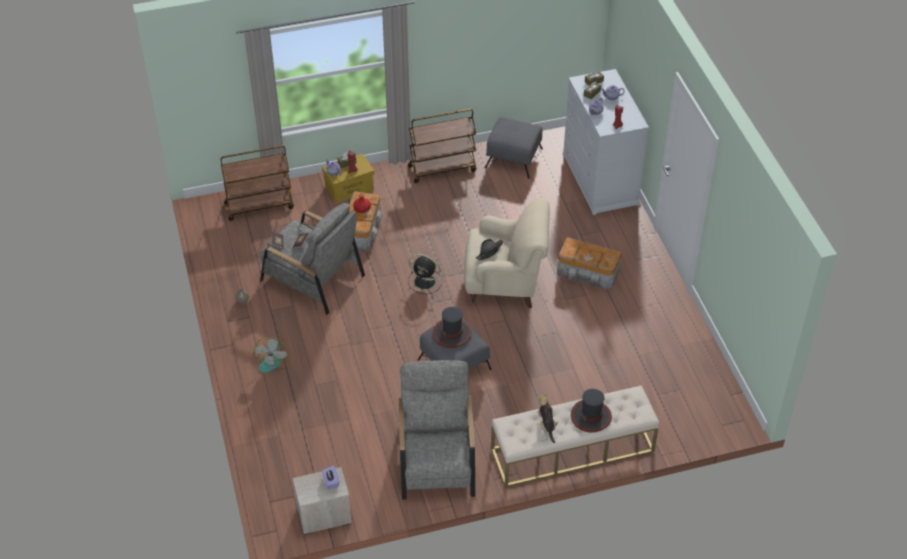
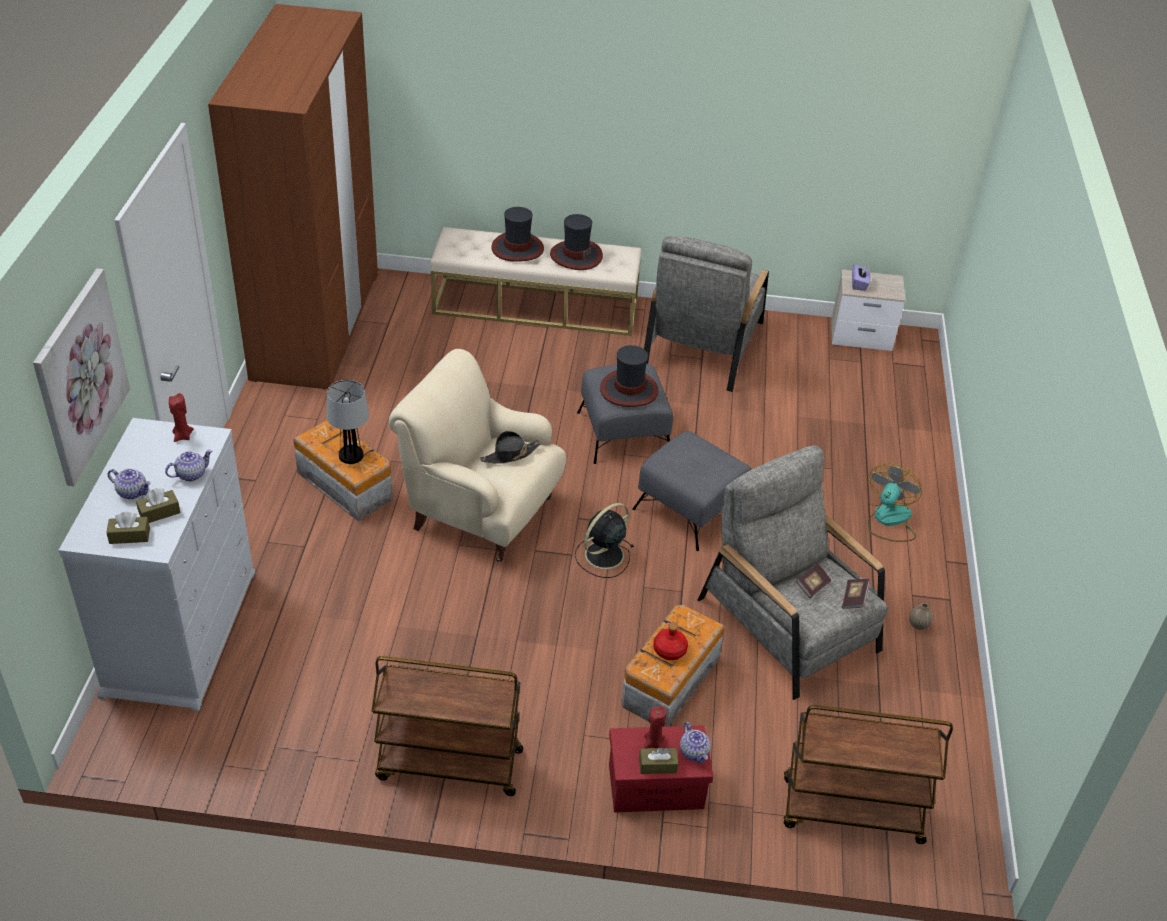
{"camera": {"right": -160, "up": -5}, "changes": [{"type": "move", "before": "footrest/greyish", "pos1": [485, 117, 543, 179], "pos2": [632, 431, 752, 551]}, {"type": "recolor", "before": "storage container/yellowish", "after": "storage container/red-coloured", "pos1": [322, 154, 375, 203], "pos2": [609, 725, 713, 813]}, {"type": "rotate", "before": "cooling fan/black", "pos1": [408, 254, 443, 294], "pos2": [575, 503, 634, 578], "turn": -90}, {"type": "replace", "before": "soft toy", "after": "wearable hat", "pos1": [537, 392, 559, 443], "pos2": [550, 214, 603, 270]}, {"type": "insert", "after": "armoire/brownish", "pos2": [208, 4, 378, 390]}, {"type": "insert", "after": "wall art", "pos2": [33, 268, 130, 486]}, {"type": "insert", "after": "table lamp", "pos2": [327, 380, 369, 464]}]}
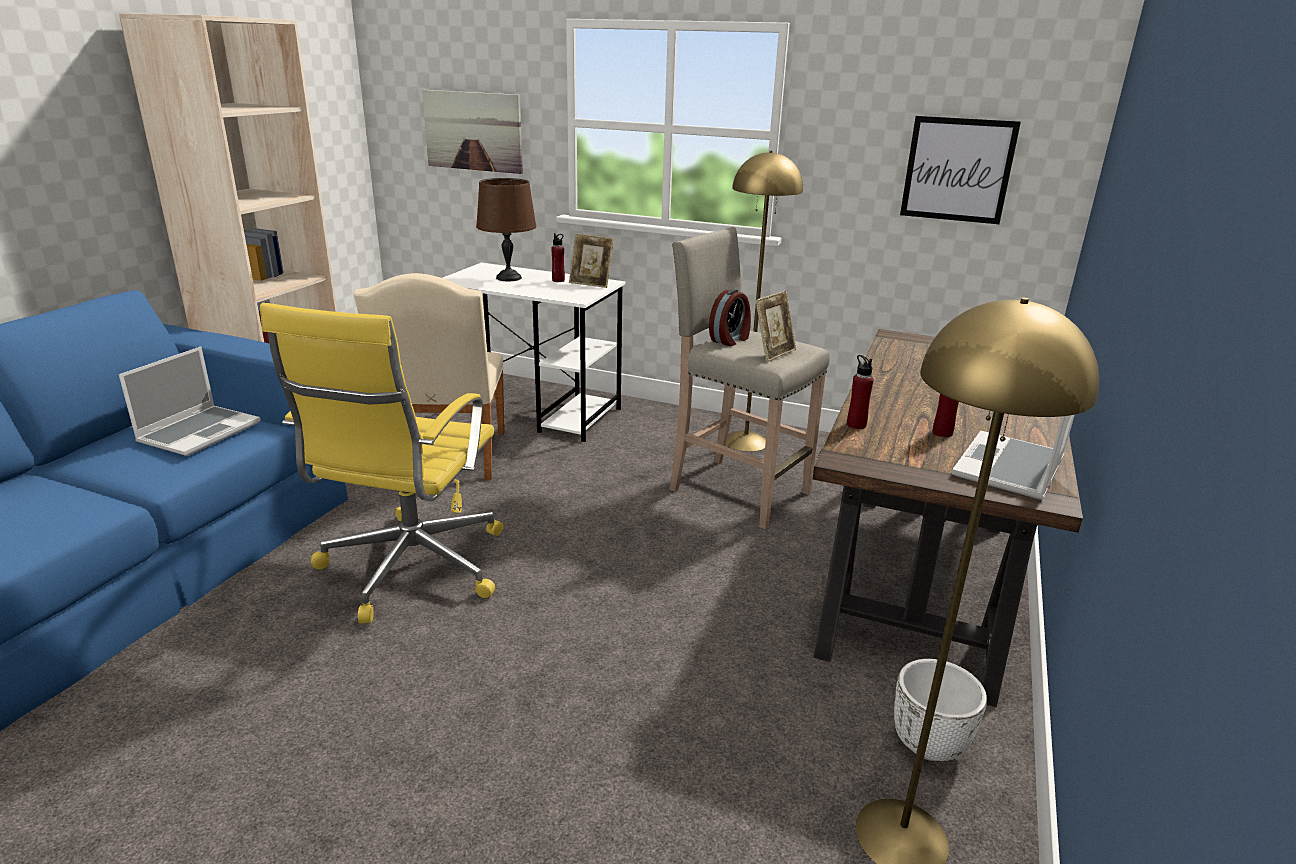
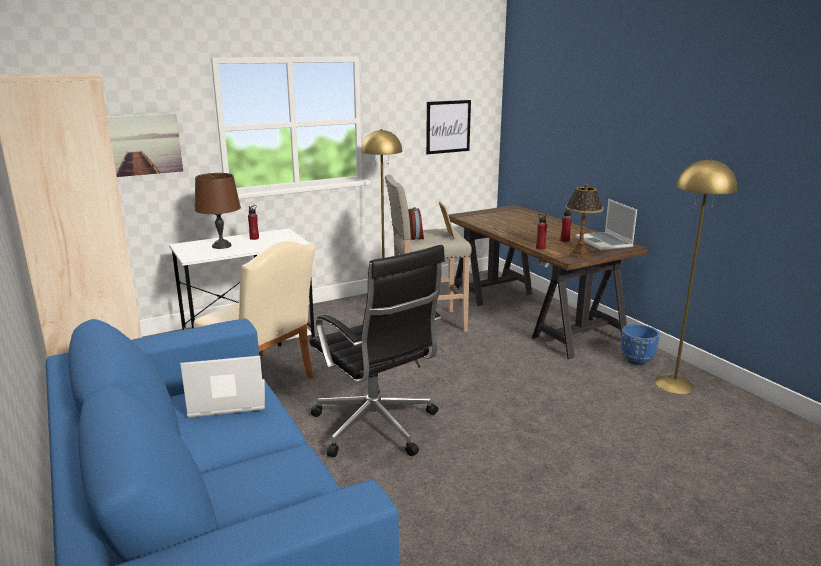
{"camera": {"right": -50, "up": -5}, "changes": [{"type": "delete", "before": "photo frame", "pos1": [569, 233, 614, 288]}, {"type": "recolor", "before": "desk chair/yellowish", "after": "desk chair/black", "pos1": [260, 303, 504, 623], "pos2": [309, 245, 445, 457]}, {"type": "rotate", "before": "notebook computer", "pos1": [119, 346, 260, 456], "pos2": [180, 356, 265, 418], "turn": -75}, {"type": "recolor", "before": "plant pot/white", "after": "plant pot/blue-coloured", "pos1": [894, 659, 987, 761], "pos2": [621, 324, 660, 365]}, {"type": "insert", "after": "table lamp", "pos2": [565, 183, 604, 258]}]}
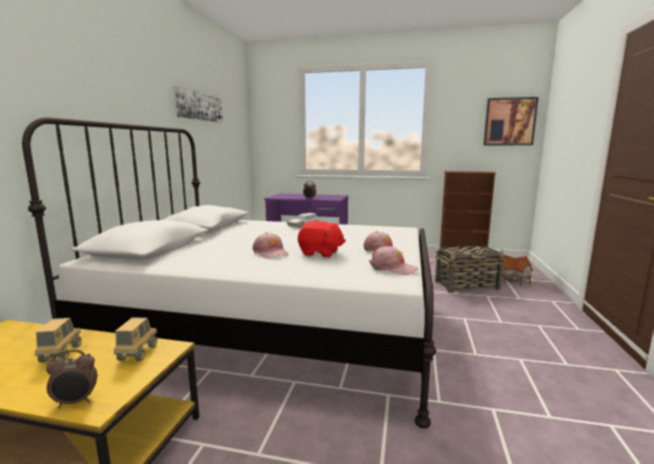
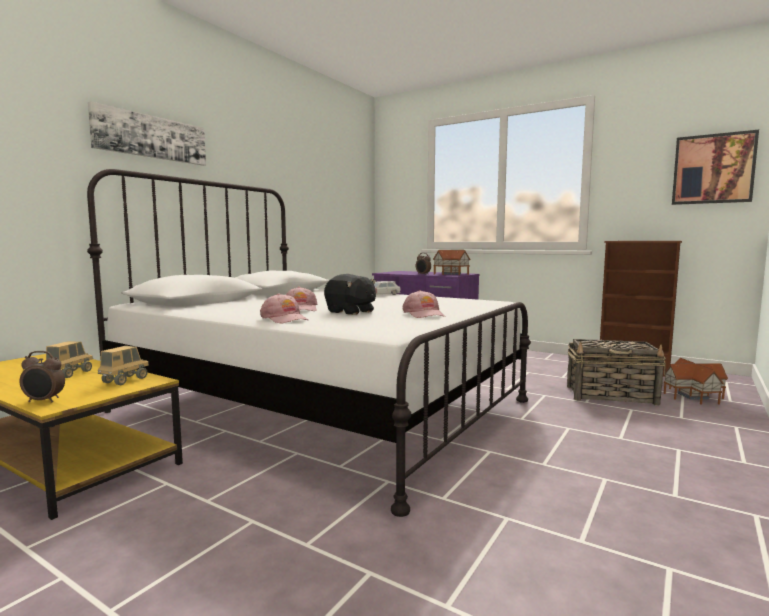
{"camera": {"right": 20, "up": -5}, "changes": [{"type": "move", "before": "wall art", "pos1": [175, 86, 223, 123], "pos2": [88, 101, 206, 165]}, {"type": "recolor", "before": "soft toy/red-coloured", "after": "soft toy/black", "pos1": [298, 221, 346, 257], "pos2": [324, 274, 376, 315]}, {"type": "move", "before": "peaked cap/pink", "pos1": [369, 246, 418, 275], "pos2": [260, 293, 308, 323]}, {"type": "insert", "after": "model house", "pos2": [433, 250, 470, 275]}]}
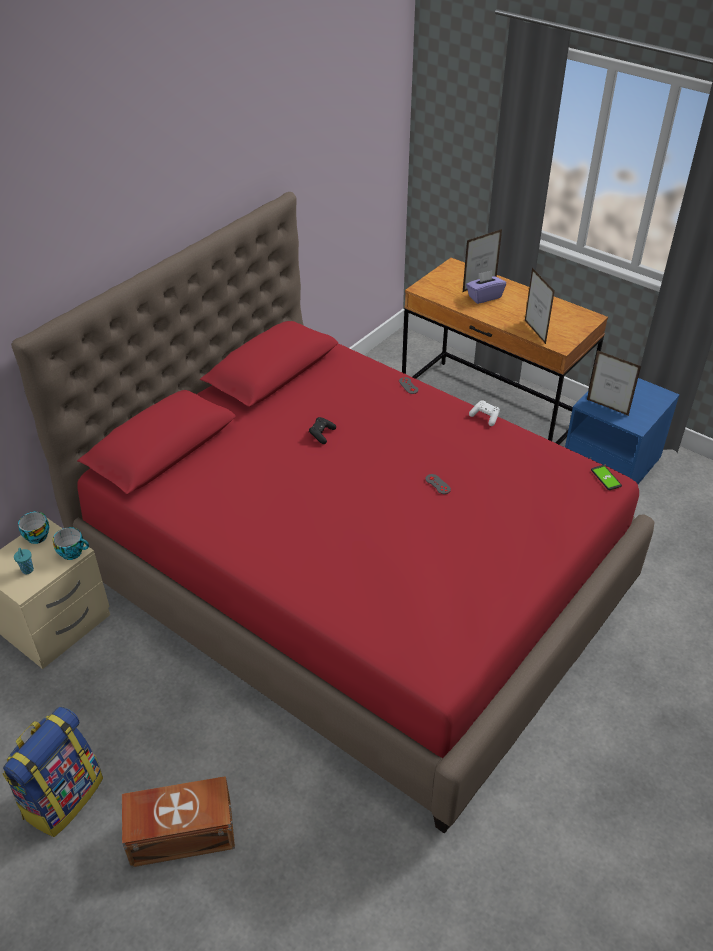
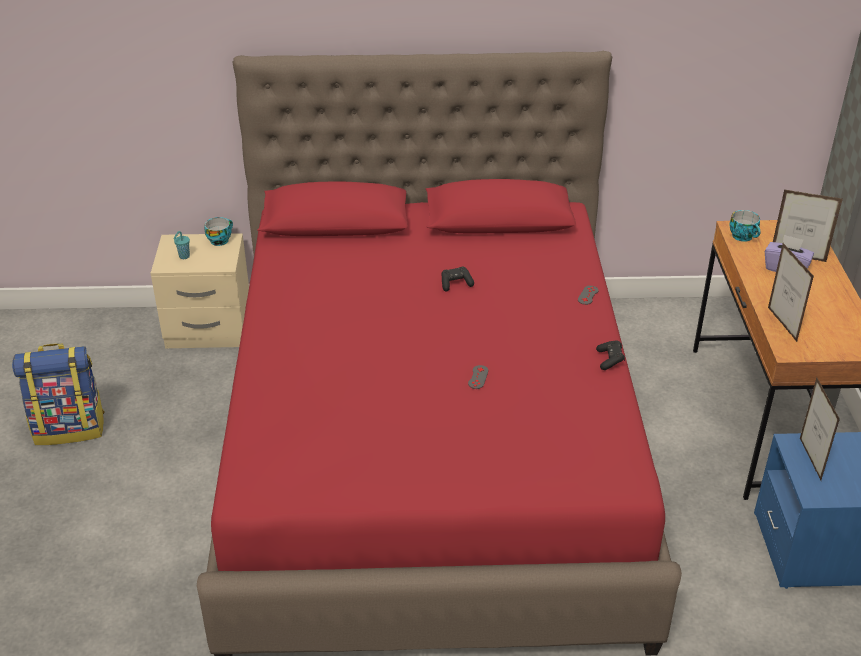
{"camera": {"right": 50, "up": -5}, "changes": [{"type": "rotate", "before": "photo frame", "pos1": [525, 268, 555, 344], "pos2": [768, 243, 814, 342], "turn": 135}, {"type": "recolor", "before": "game controller/white", "after": "game controller/black", "pos1": [469, 400, 500, 426], "pos2": [596, 341, 625, 370]}, {"type": "delete", "before": "handset", "pos1": [591, 465, 622, 490]}, {"type": "move", "before": "small cup", "pos1": [53, 527, 89, 560], "pos2": [729, 210, 760, 242]}, {"type": "delete", "before": "storage container/brownish", "pos1": [122, 776, 235, 867]}]}
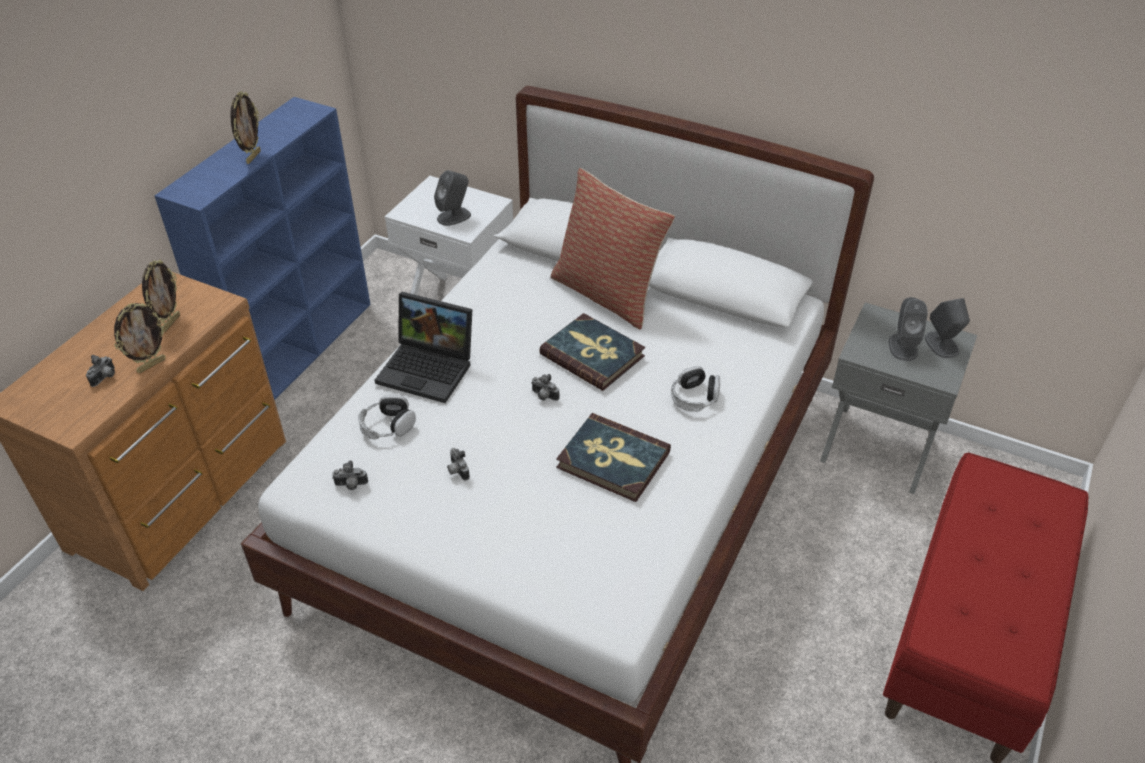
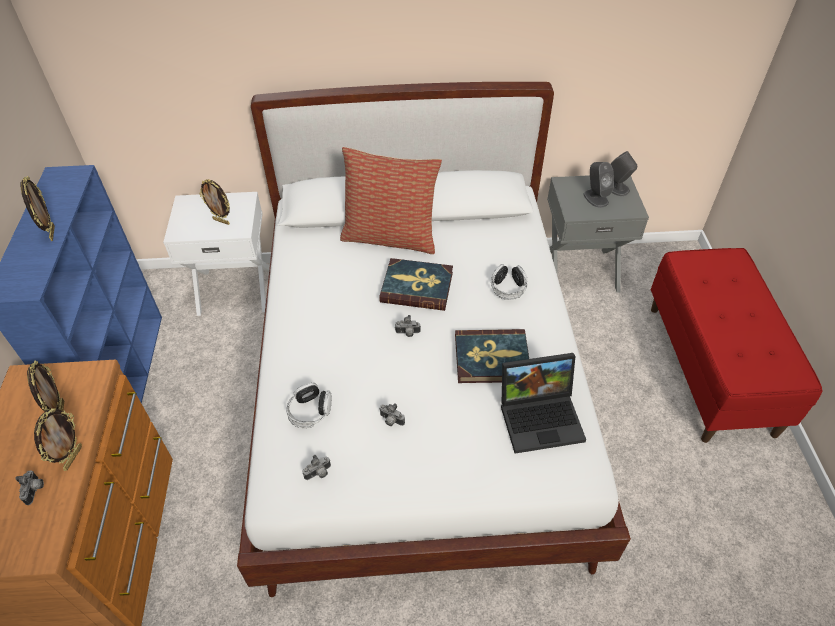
{"camera": {"right": -30, "up": 5}, "changes": [{"type": "replace", "before": "audio speaker/greyish", "after": "photo frame", "pos1": [434, 170, 471, 226], "pos2": [199, 179, 230, 225]}, {"type": "move", "before": "notebook computer", "pos1": [375, 292, 472, 403], "pos2": [501, 353, 586, 454]}]}
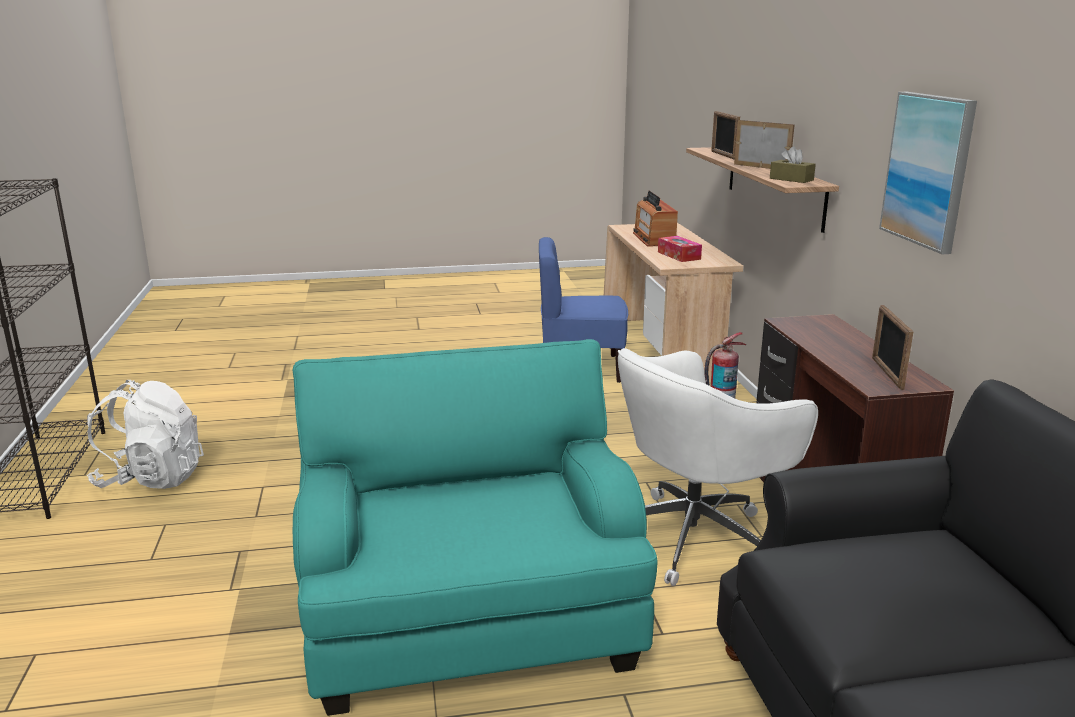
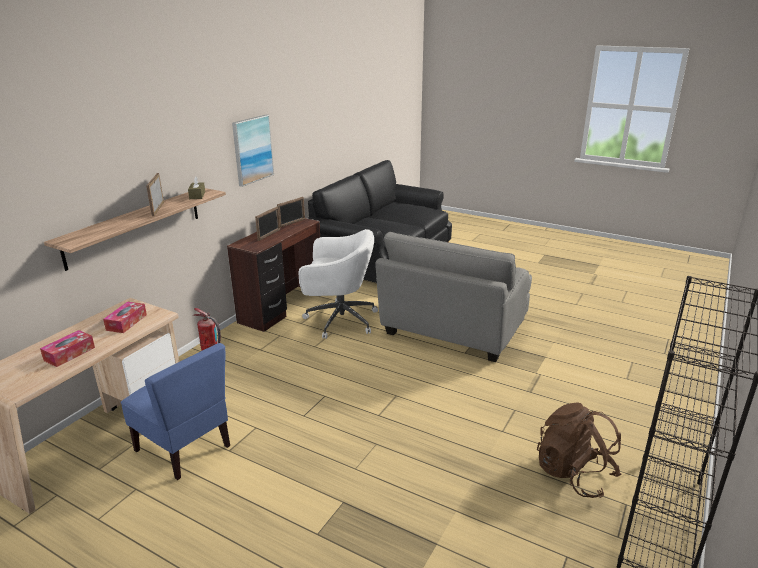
{"camera": {"right": -140, "up": 5}, "changes": [{"type": "move", "before": "photo frame", "pos1": [711, 111, 740, 159], "pos2": [255, 206, 280, 241]}, {"type": "replace", "before": "radio receiver", "after": "tissue box", "pos1": [633, 191, 678, 247], "pos2": [40, 330, 95, 367]}, {"type": "recolor", "before": "lounge chair/turquoise", "after": "lounge chair/greyish", "pos1": [292, 339, 658, 716], "pos2": [375, 232, 532, 362]}, {"type": "recolor", "before": "knapsack/white", "after": "knapsack/brownish", "pos1": [87, 380, 204, 489], "pos2": [537, 402, 621, 498]}]}
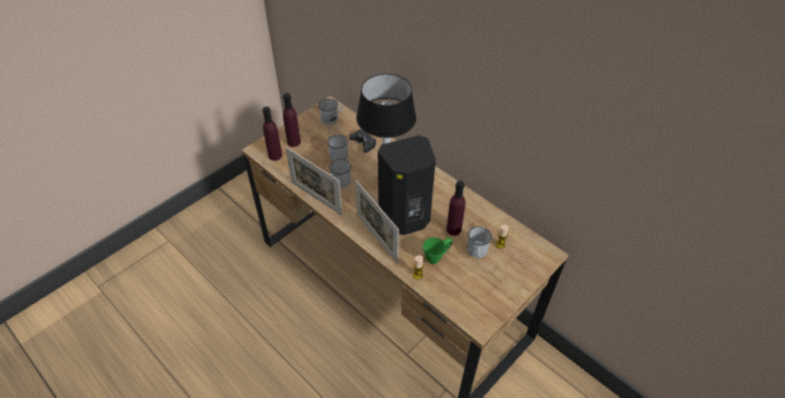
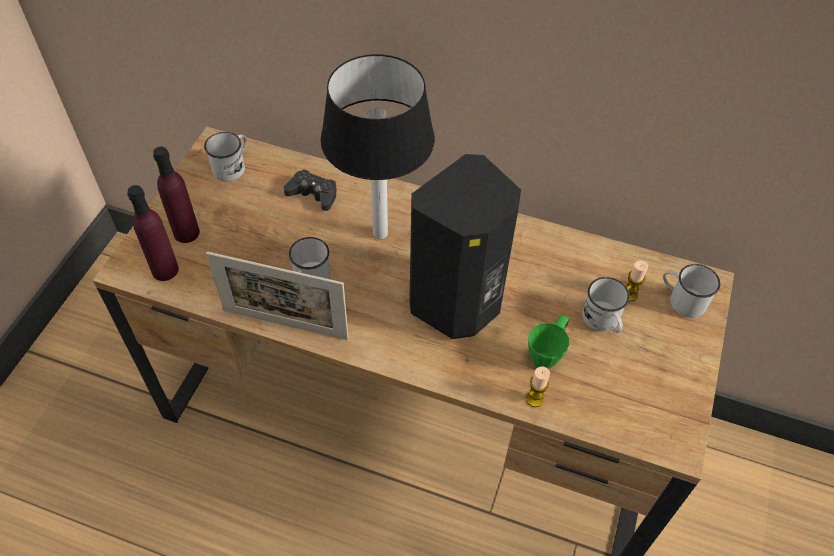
{"camera": {"right": -25, "up": 5}, "changes": [{"type": "move", "before": "coffee mug/white", "pos1": [327, 134, 348, 161], "pos2": [663, 264, 720, 318]}, {"type": "delete", "before": "photo frame", "pos1": [355, 180, 399, 264]}, {"type": "delete", "before": "bottle/purplish", "pos1": [446, 181, 465, 236]}]}
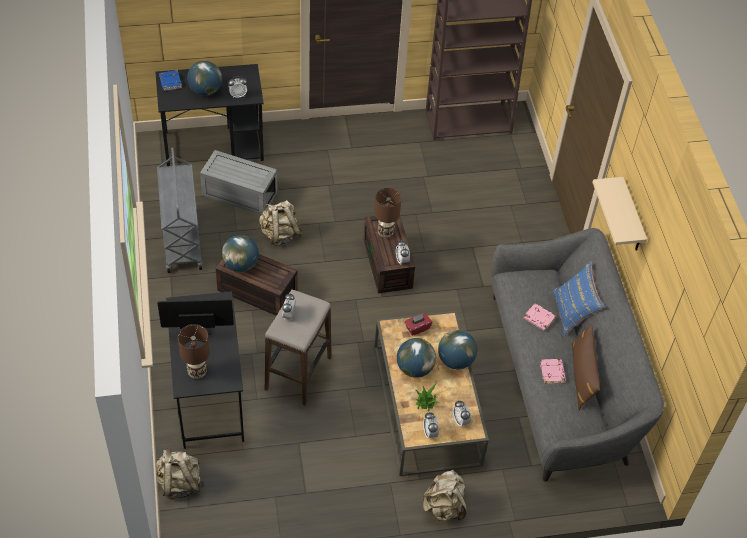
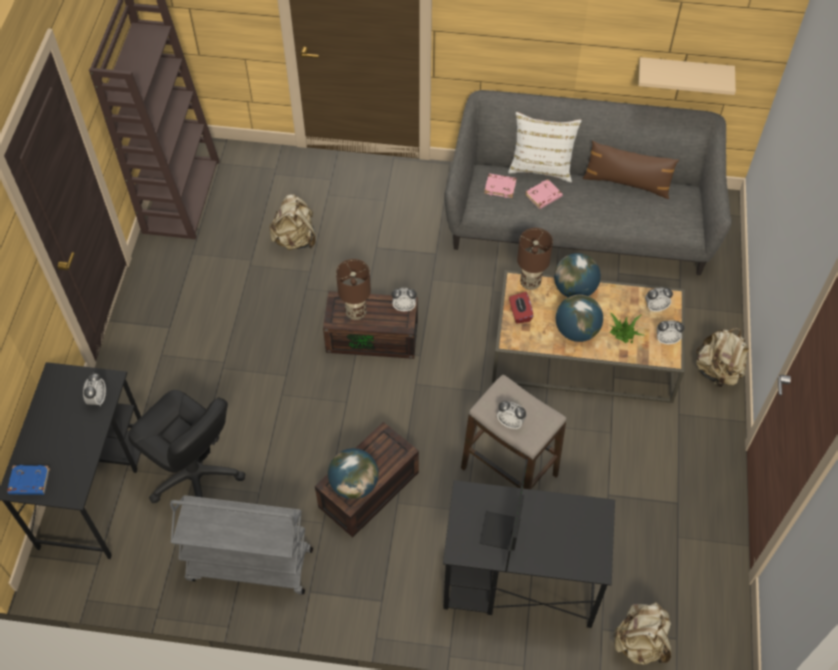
{"camera": {"right": -70, "up": 5}, "changes": [{"type": "delete", "before": "desk globe", "pos1": [187, 61, 222, 96]}, {"type": "replace", "before": "storage container/greyish", "after": "desk chair/black", "pos1": [200, 150, 278, 215], "pos2": [128, 390, 245, 503]}, {"type": "move", "before": "bracket shelf/beige", "pos1": [592, 177, 647, 251], "pos2": [638, 57, 736, 95]}, {"type": "move", "before": "knapsack/beige", "pos1": [259, 200, 303, 246], "pos2": [269, 194, 316, 250]}, {"type": "recolor", "before": "pillow/blue-coloured", "after": "pillow/white", "pos1": [553, 261, 605, 336], "pos2": [508, 112, 582, 182]}, {"type": "move", "before": "table lamp/brownish", "pos1": [178, 324, 210, 379], "pos2": [517, 228, 553, 290]}, {"type": "move", "before": "book/pink", "pos1": [540, 359, 566, 384], "pos2": [484, 173, 517, 198]}]}
